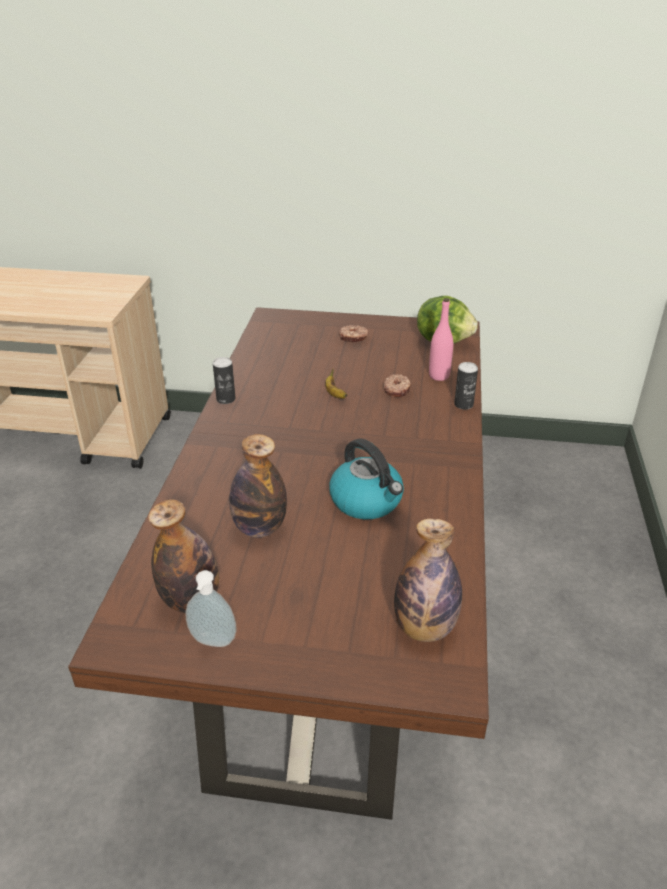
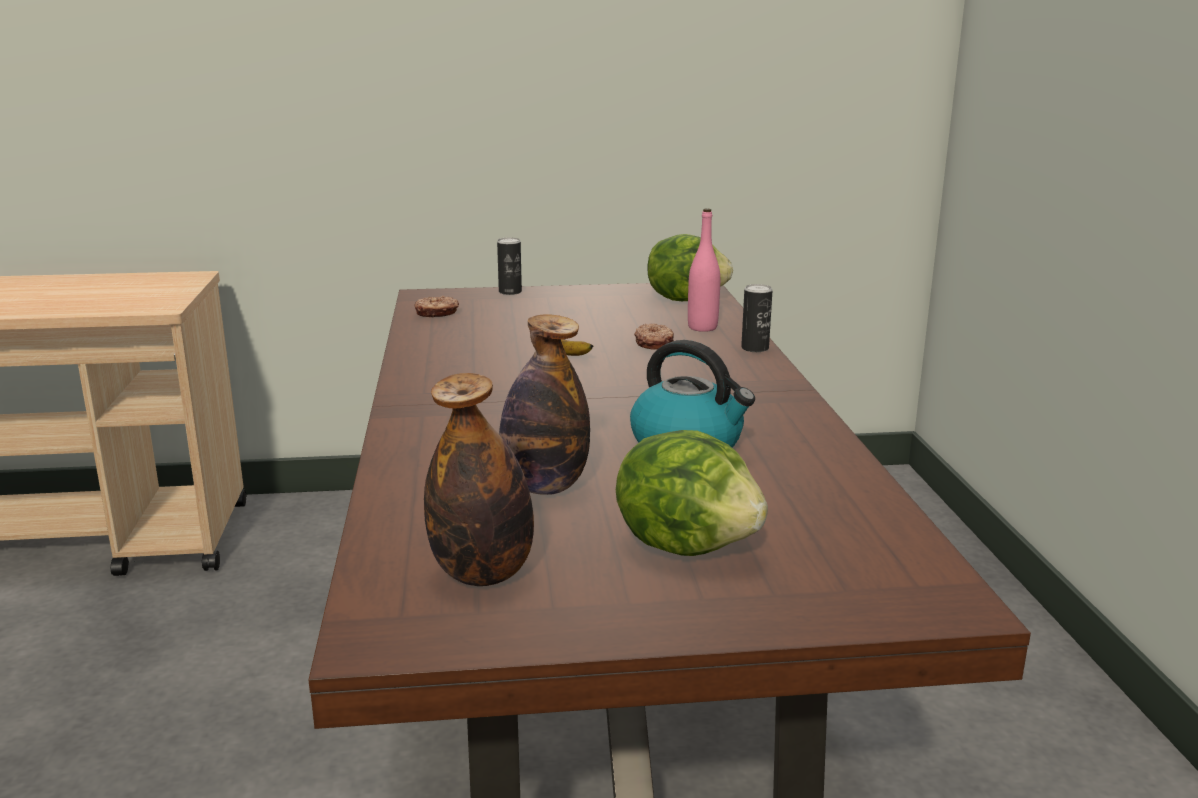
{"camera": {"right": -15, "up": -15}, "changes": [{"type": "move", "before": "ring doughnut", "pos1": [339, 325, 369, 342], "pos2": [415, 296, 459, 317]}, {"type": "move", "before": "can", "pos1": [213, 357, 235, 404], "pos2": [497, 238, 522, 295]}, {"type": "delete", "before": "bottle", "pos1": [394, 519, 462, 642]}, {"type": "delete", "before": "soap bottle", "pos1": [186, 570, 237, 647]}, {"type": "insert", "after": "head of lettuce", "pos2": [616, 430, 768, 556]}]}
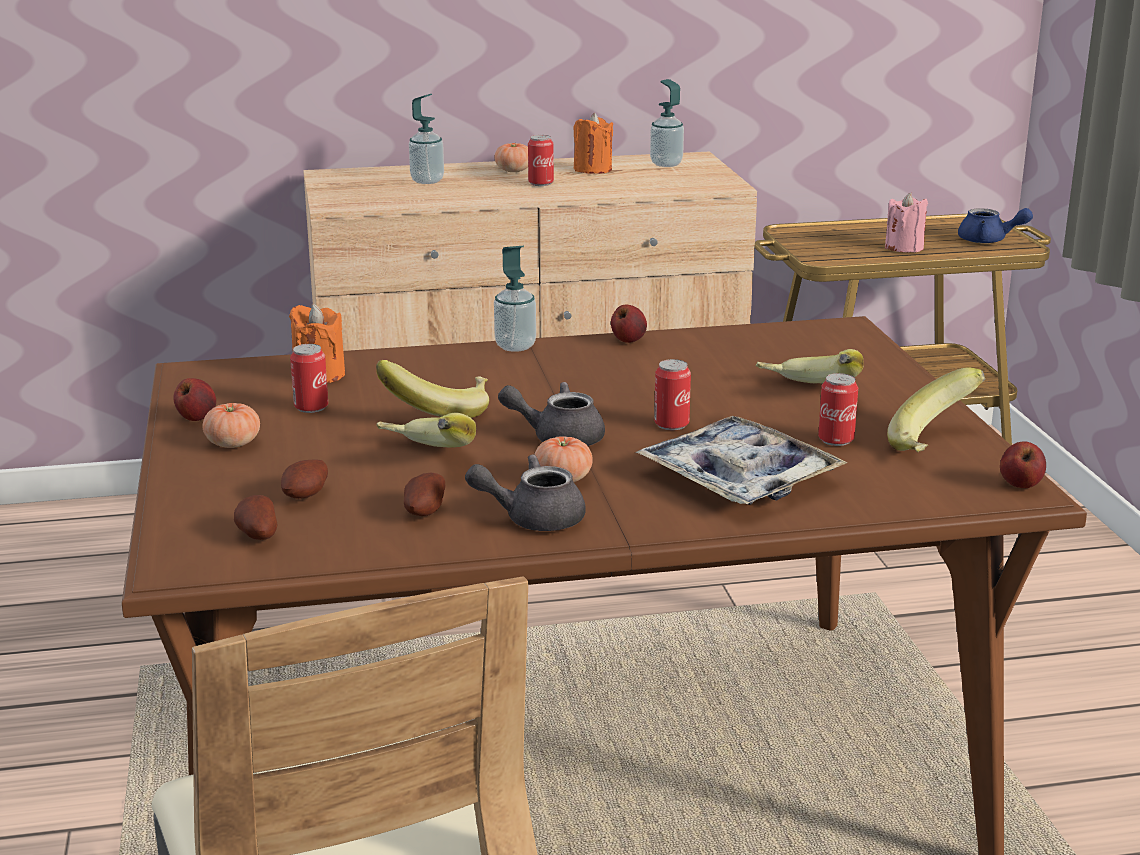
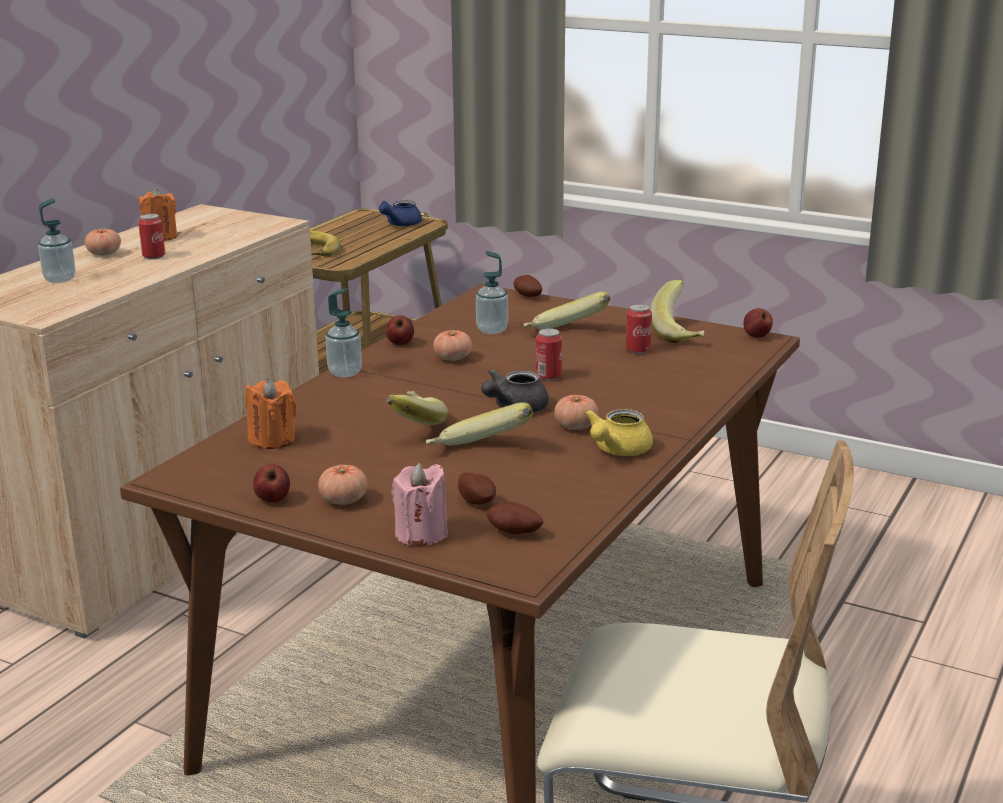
{"camera": {"right": -50, "up": 0}, "changes": [{"type": "move", "before": "soap bottle", "pos1": [650, 79, 684, 167], "pos2": [476, 251, 508, 334]}, {"type": "move", "before": "wax light/pink", "pos1": [885, 193, 928, 252], "pos2": [392, 463, 448, 546]}, {"type": "rotate", "before": "tea pot/blue-coloured", "pos1": [958, 208, 1033, 243], "pos2": [379, 200, 422, 226], "turn": 150}, {"type": "delete", "before": "can", "pos1": [290, 344, 328, 413]}, {"type": "delete", "before": "serving tray", "pos1": [635, 416, 848, 505]}, {"type": "recolor", "before": "tea pot/greyish", "after": "tea pot/yellowish", "pos1": [465, 454, 586, 531], "pos2": [585, 409, 653, 456]}, {"type": "move", "before": "spud", "pos1": [404, 473, 445, 516], "pos2": [514, 275, 542, 297]}, {"type": "insert", "after": "banana", "pos2": [310, 231, 341, 257]}, {"type": "insert", "after": "whole tomato", "pos2": [433, 330, 472, 361]}]}
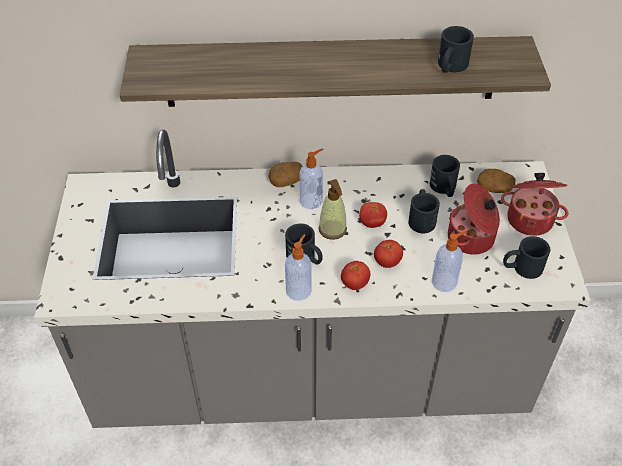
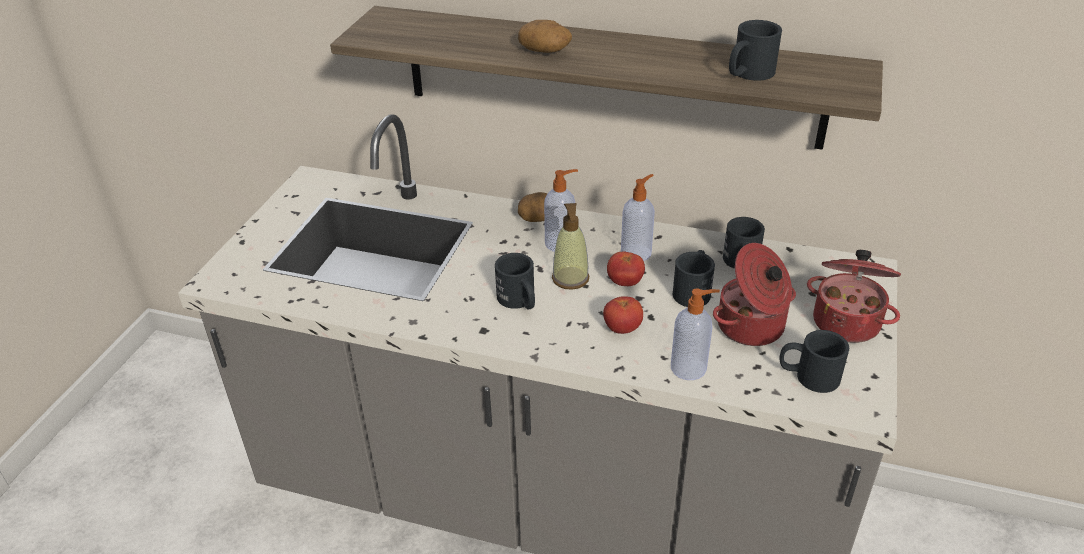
{"camera": {"right": 20, "up": -10}, "changes": [{"type": "move", "before": "spud", "pos1": [477, 169, 516, 193], "pos2": [518, 20, 572, 53]}, {"type": "move", "before": "soap bottle", "pos1": [285, 234, 312, 301], "pos2": [621, 174, 655, 261]}, {"type": "delete", "before": "whole tomato", "pos1": [341, 261, 370, 290]}]}
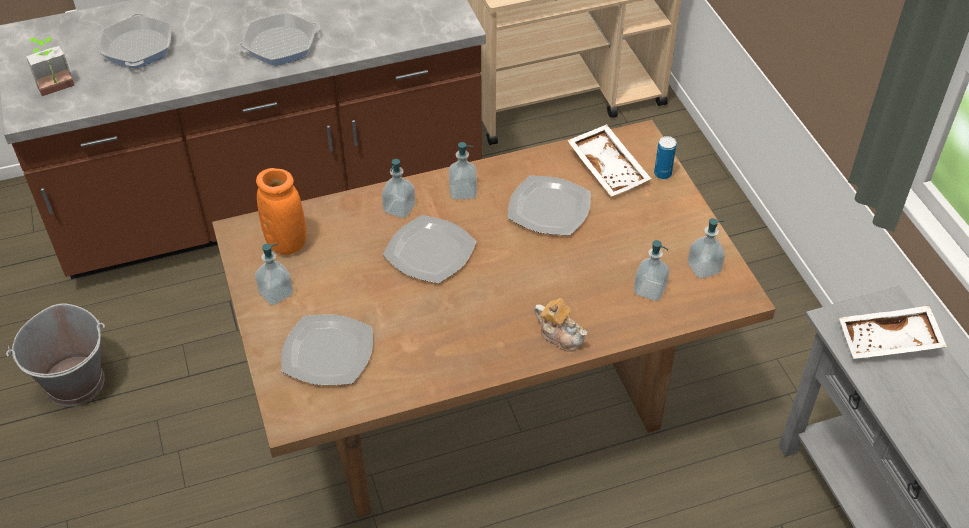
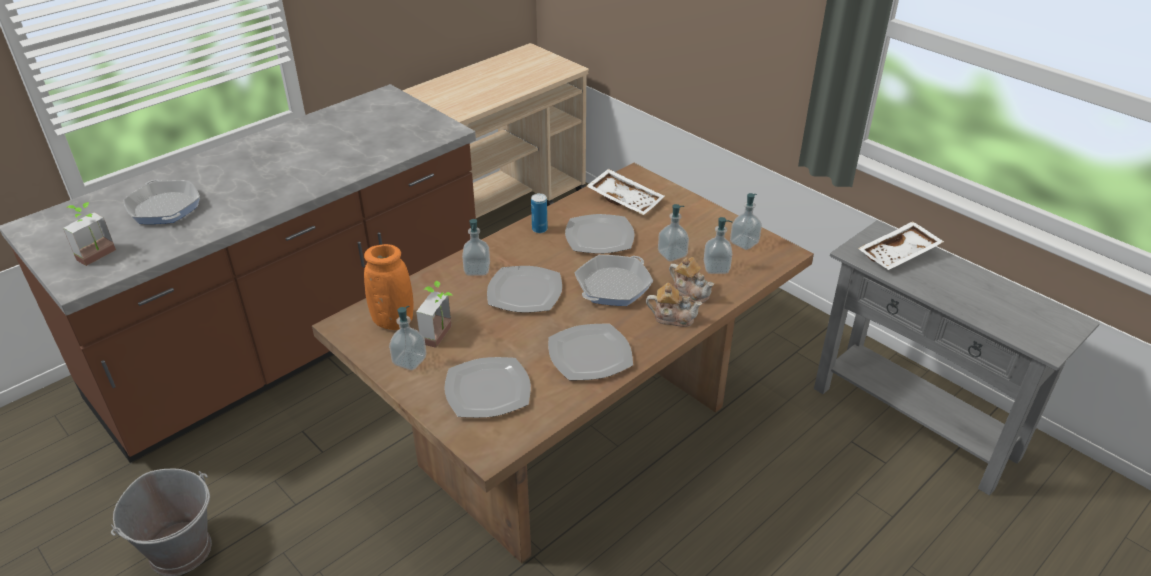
{"camera": {"right": -25, "up": -10}, "changes": [{"type": "move", "before": "frying pan", "pos1": [237, 12, 320, 66], "pos2": [575, 255, 653, 306]}, {"type": "move", "before": "can", "pos1": [654, 136, 676, 179], "pos2": [531, 193, 548, 233]}, {"type": "move", "before": "soap bottle", "pos1": [449, 142, 477, 200], "pos2": [658, 204, 689, 261]}, {"type": "insert", "after": "tea pot", "pos2": [669, 257, 714, 303]}, {"type": "insert", "after": "houseplant", "pos2": [416, 281, 453, 348]}, {"type": "insert", "after": "dinner plate", "pos2": [548, 324, 633, 380]}]}
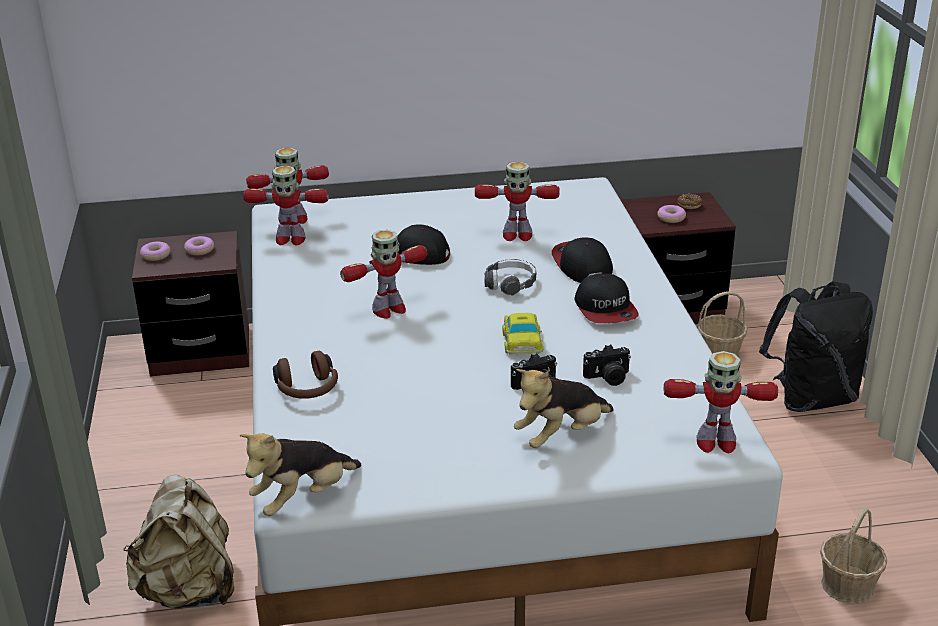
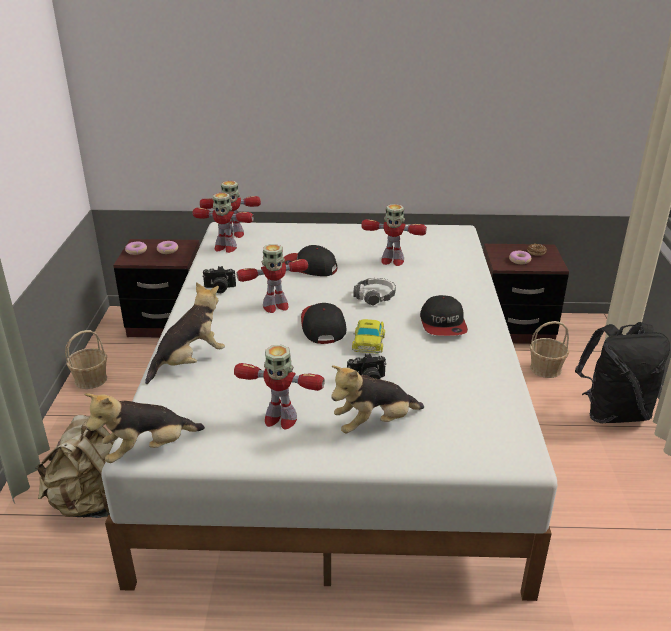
{"camera": {"right": 10, "up": 0}, "changes": [{"type": "move", "before": "peaked cap", "pos1": [552, 237, 613, 283], "pos2": [301, 303, 347, 344]}, {"type": "move", "before": "still camera", "pos1": [583, 344, 631, 386], "pos2": [202, 266, 236, 293]}, {"type": "replace", "before": "pair of headphones/brownish", "after": "soft toy", "pos1": [273, 351, 338, 399], "pos2": [145, 282, 225, 384]}, {"type": "move", "before": "model robot", "pos1": [664, 351, 778, 454], "pos2": [234, 345, 325, 430]}, {"type": "move", "before": "household basket", "pos1": [820, 508, 887, 604], "pos2": [65, 330, 107, 389]}]}
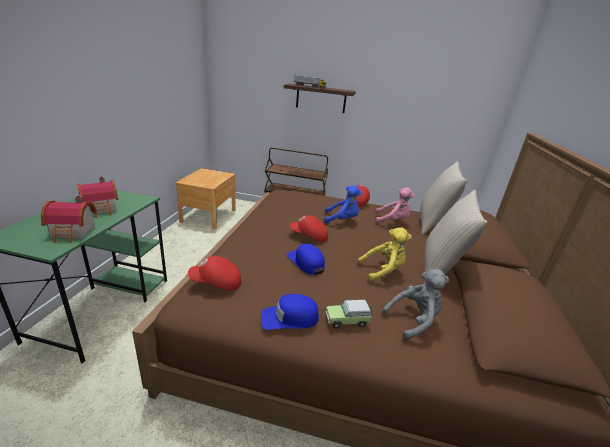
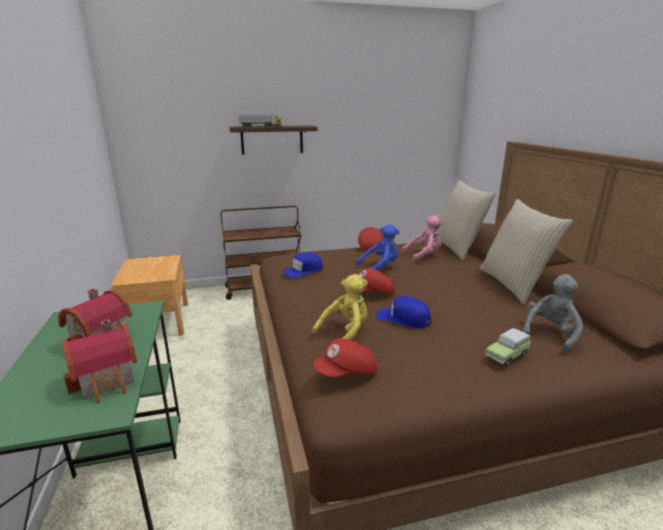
{"camera": {"right": -25, "up": -5}, "changes": [{"type": "move", "before": "soft toy/yellowish", "pos1": [357, 227, 412, 282], "pos2": [312, 274, 368, 340]}, {"type": "move", "before": "peaked cap/blue-coloured", "pos1": [261, 294, 319, 330], "pos2": [282, 252, 323, 278]}]}
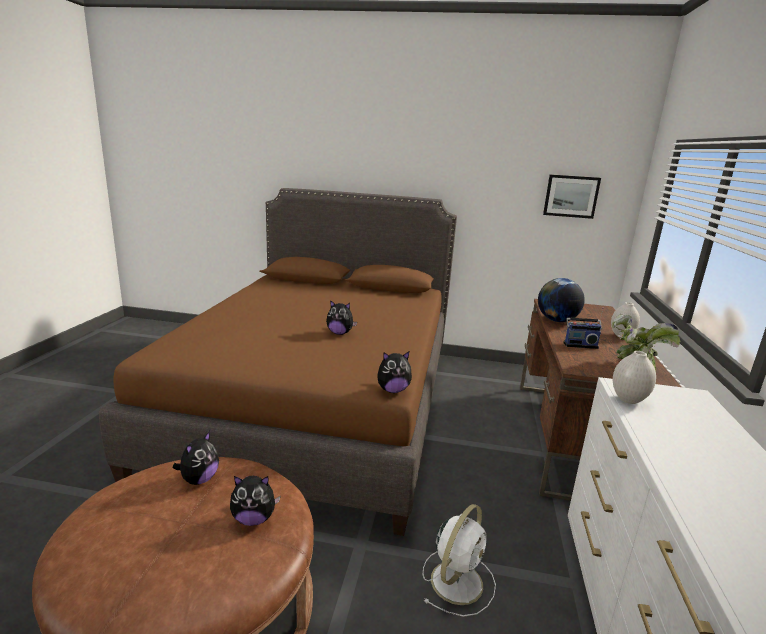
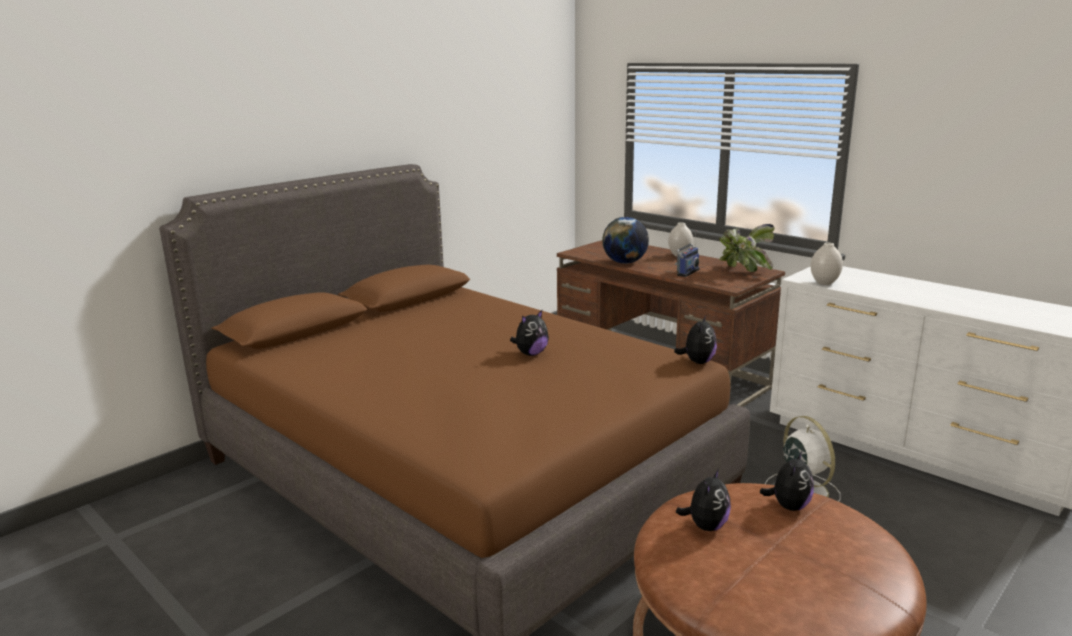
{"camera": {"right": -55, "up": 0}, "changes": [{"type": "delete", "before": "wall art", "pos1": [543, 175, 601, 219]}, {"type": "rotate", "before": "soft toy", "pos1": [173, 431, 219, 485], "pos2": [676, 469, 731, 531], "turn": 60}]}
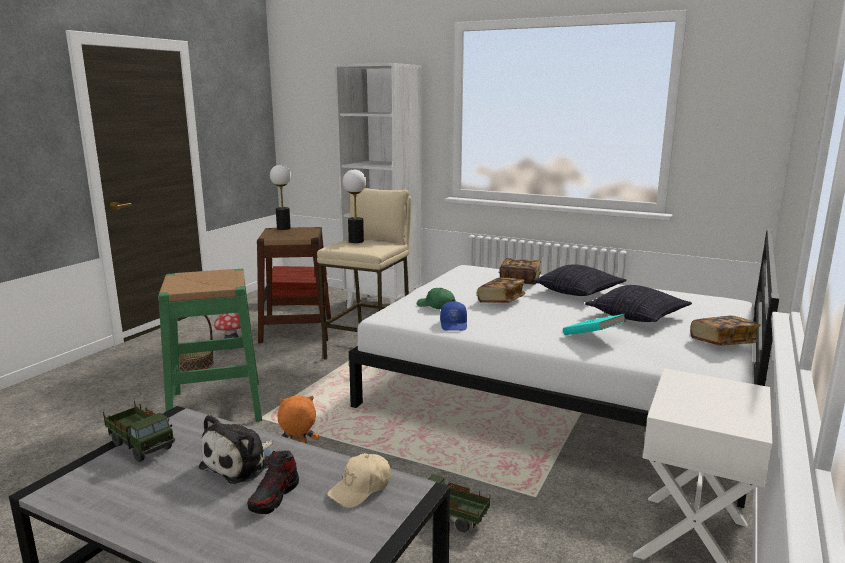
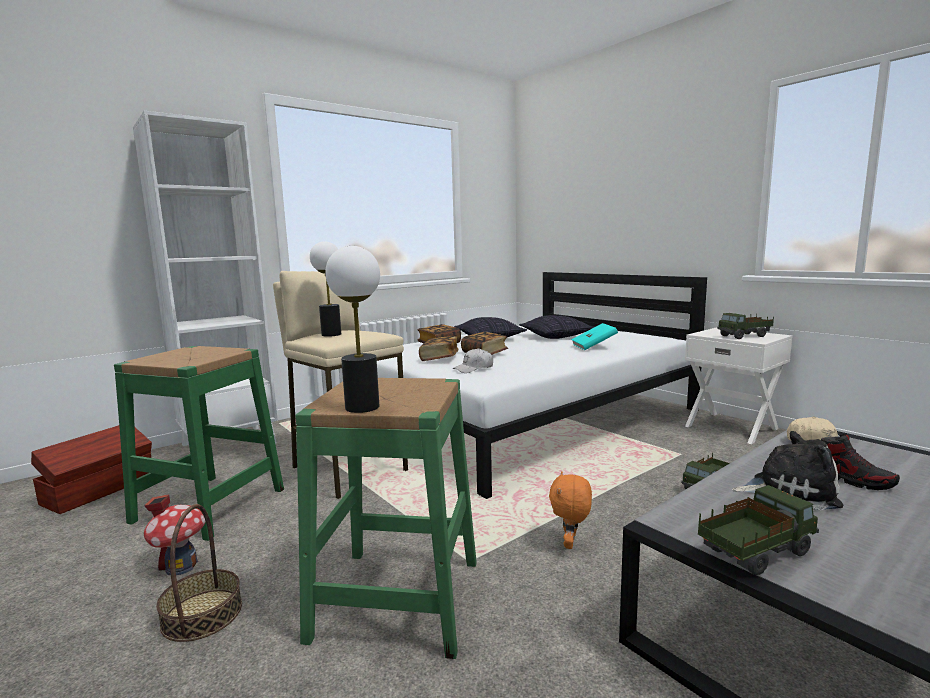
{"camera": {"right": -65, "up": -5}, "changes": [{"type": "move", "before": "table lamp", "pos1": [270, 165, 291, 230], "pos2": [325, 246, 380, 413]}, {"type": "recolor", "before": "stool seat/brownish", "after": "stool seat/green", "pos1": [257, 227, 331, 343], "pos2": [114, 346, 284, 541]}, {"type": "recolor", "before": "peaked cap/green", "after": "peaked cap/white", "pos1": [417, 288, 455, 309], "pos2": [453, 348, 493, 373]}, {"type": "delete", "before": "peaked cap/blue-coloured", "pos1": [440, 301, 467, 331]}, {"type": "move", "before": "book", "pos1": [691, 316, 760, 345], "pos2": [419, 336, 458, 361]}, {"type": "rotate", "before": "soft toy", "pos1": [199, 415, 273, 484], "pos2": [732, 431, 843, 511], "turn": -45}, {"type": "insert", "after": "toy truck", "pos2": [717, 313, 774, 339]}]}
